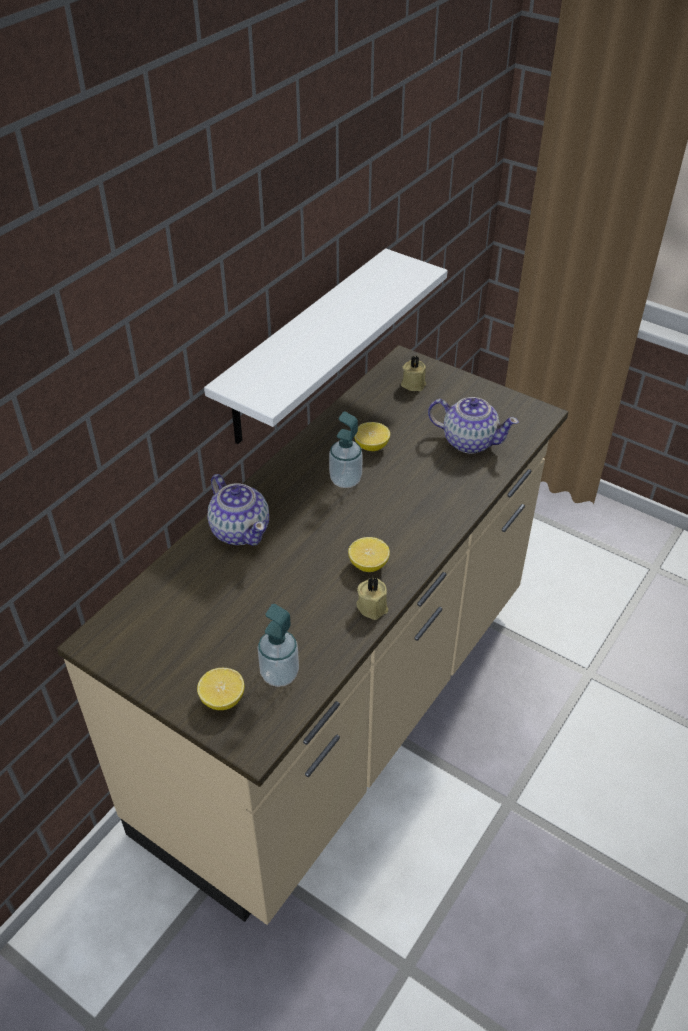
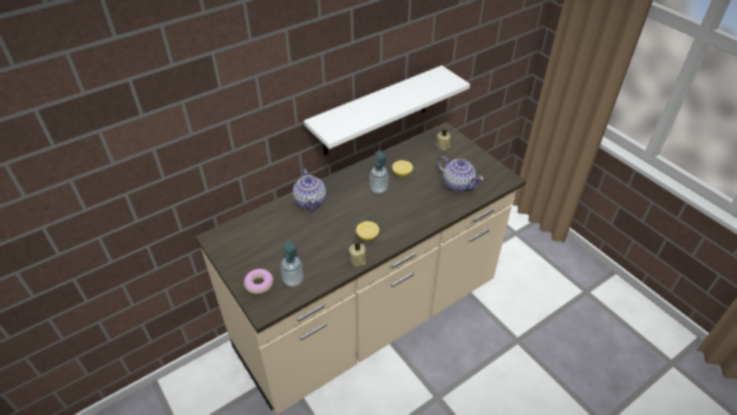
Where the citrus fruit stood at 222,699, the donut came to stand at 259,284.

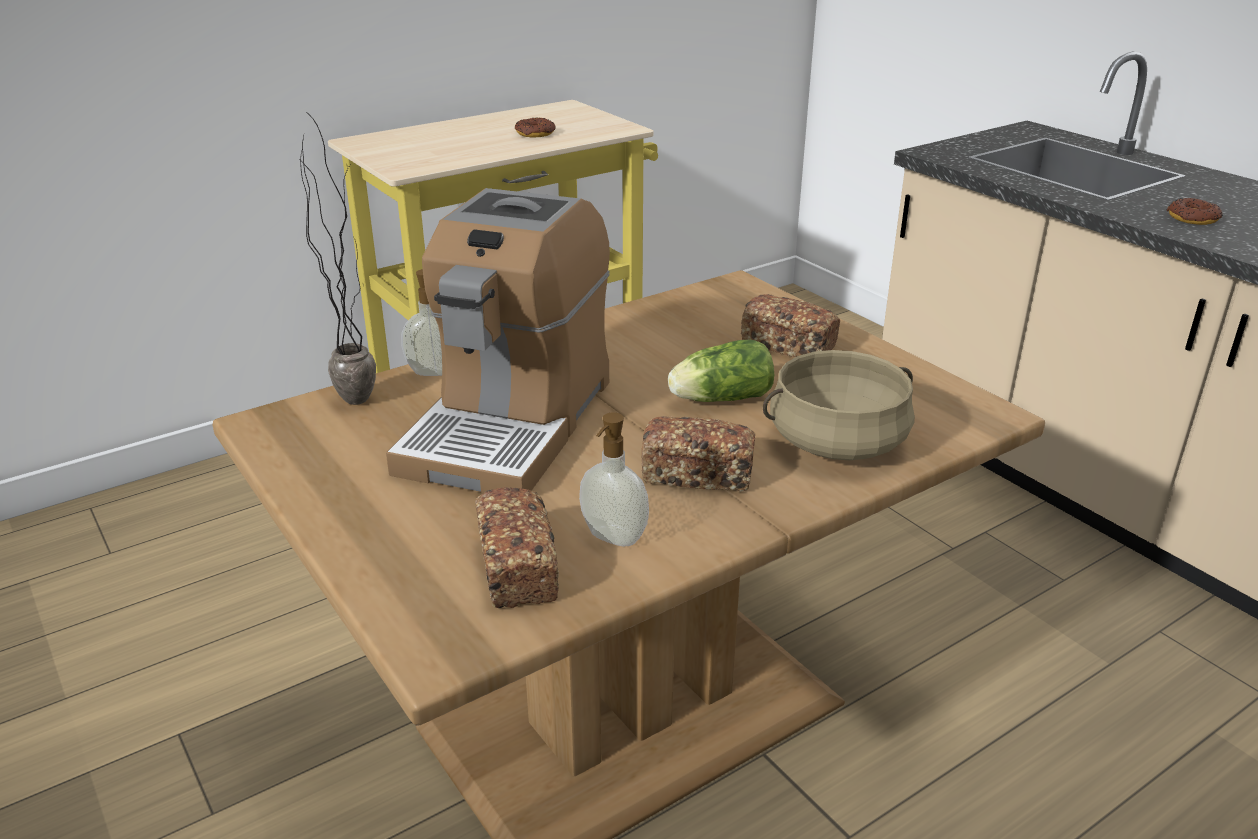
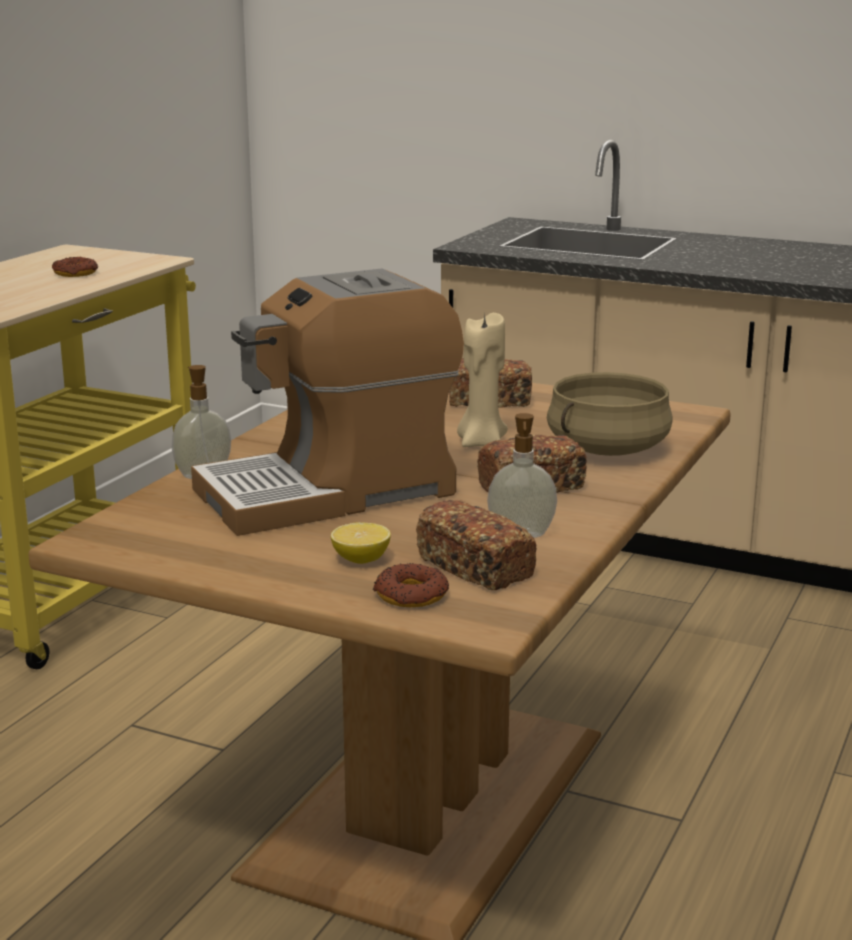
The second view lost the houseplant at 357,393.
The coffee maker at 510,423 ended up facing another way, 75 degrees clockwise from before.
The donut ended up elsewhere, having gone from 1192,218 to 411,595.
Where the head of lettuce stood at 718,399, the beige-coloured wax light came to stand at 481,443.
The second view gained the citrus fruit at 361,560.

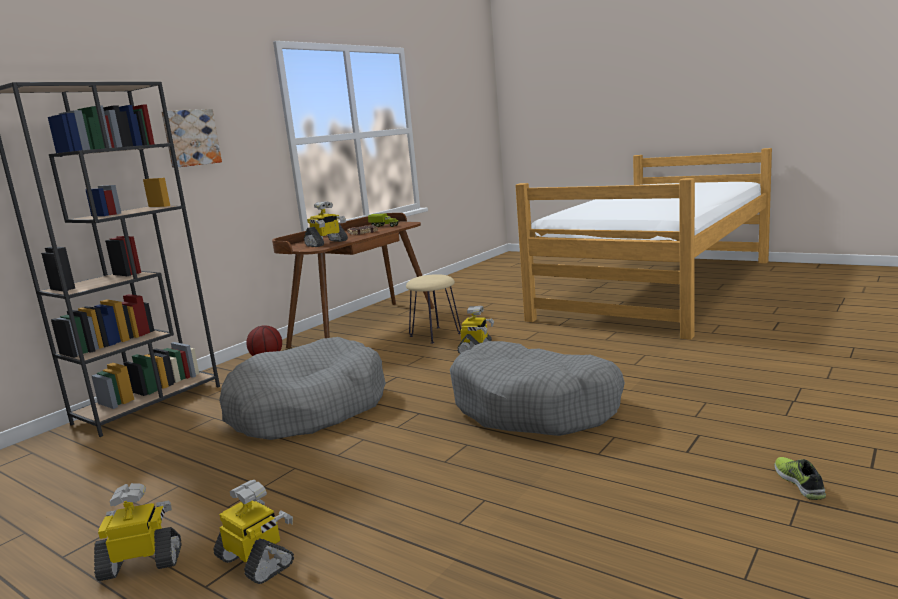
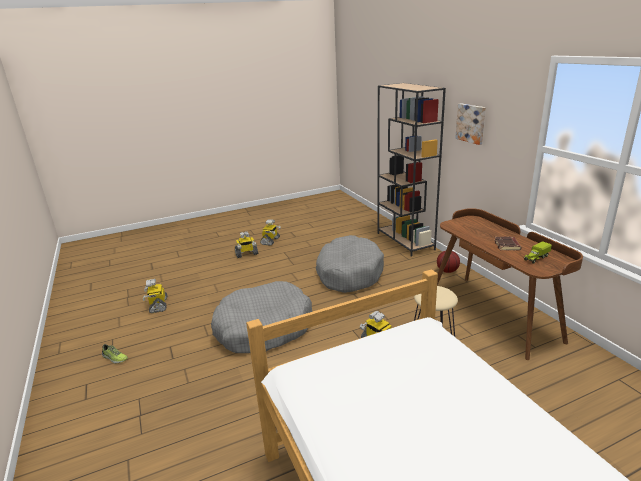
The model robot ended up elsewhere, having gone from 326,243 to 158,305.

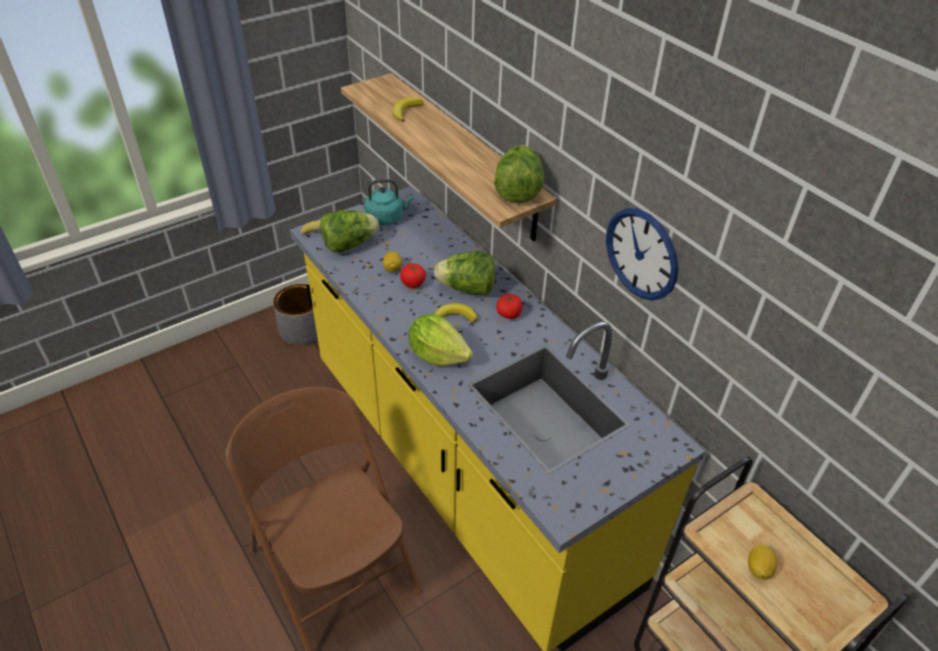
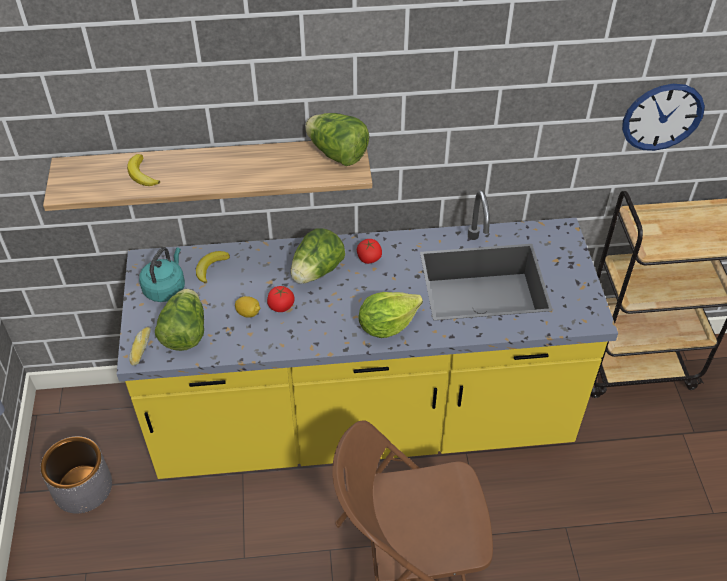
The clock on the wall ended up elsewhere, having gone from 641,254 to 662,117.
The banana ended up elsewhere, having gone from 455,316 to 210,267.
The second view lost the citrus fruit at 758,569.

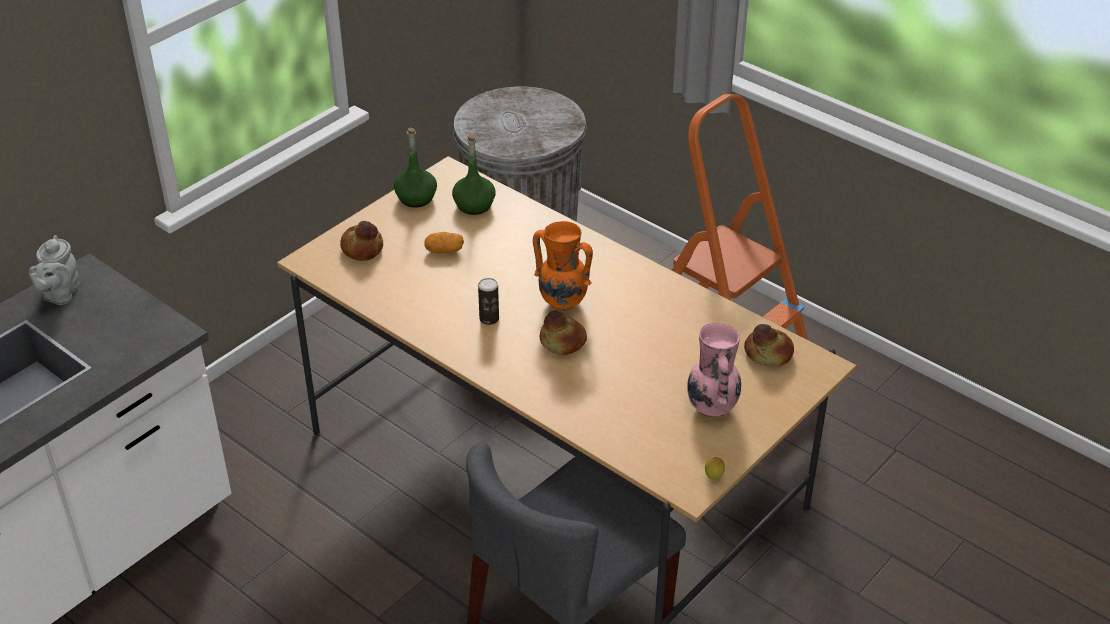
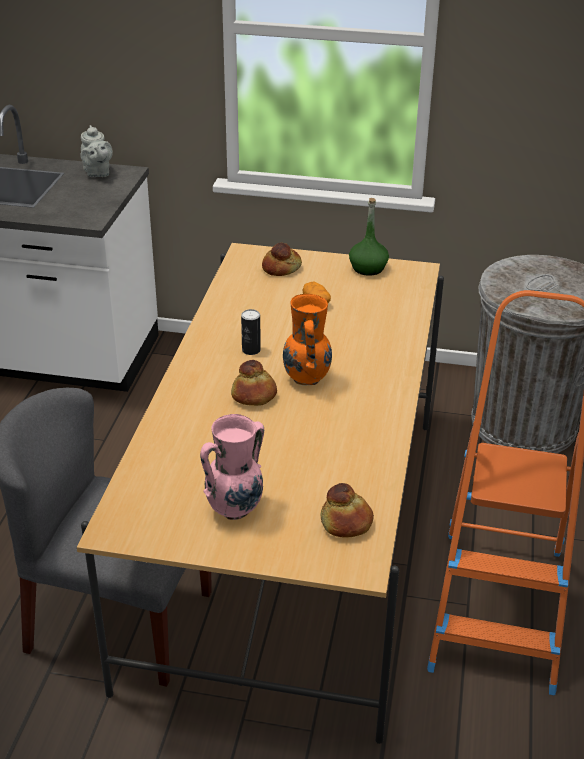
The second view lost the green-coloured drink bottle at 474,205.
The grey tea pot at 59,295 ended up facing another way, 90 degrees counterclockwise from before.
The second view lost the citrus fruit at 713,478.

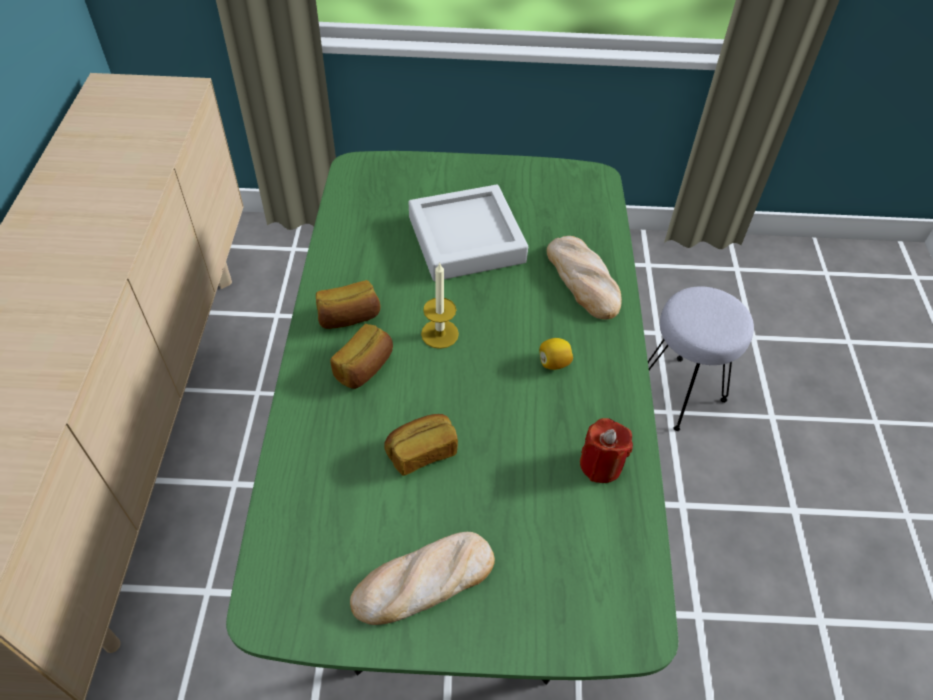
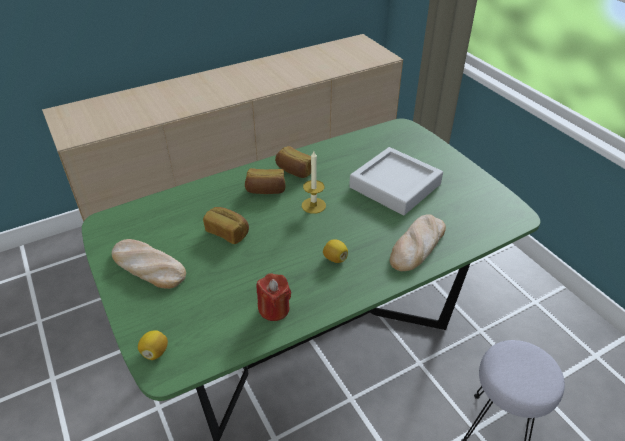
The second view gained the citrus fruit at 155,352.

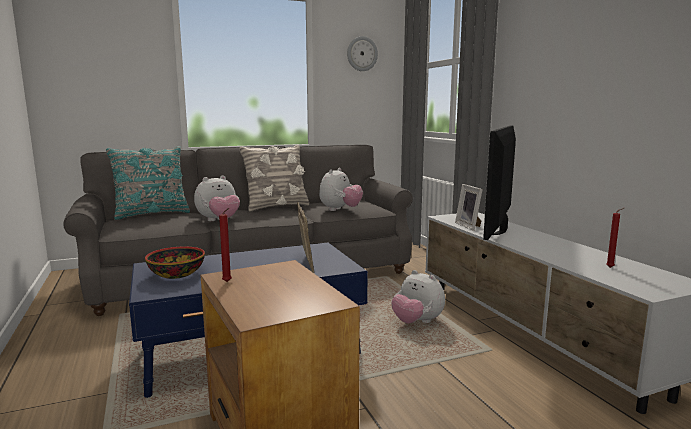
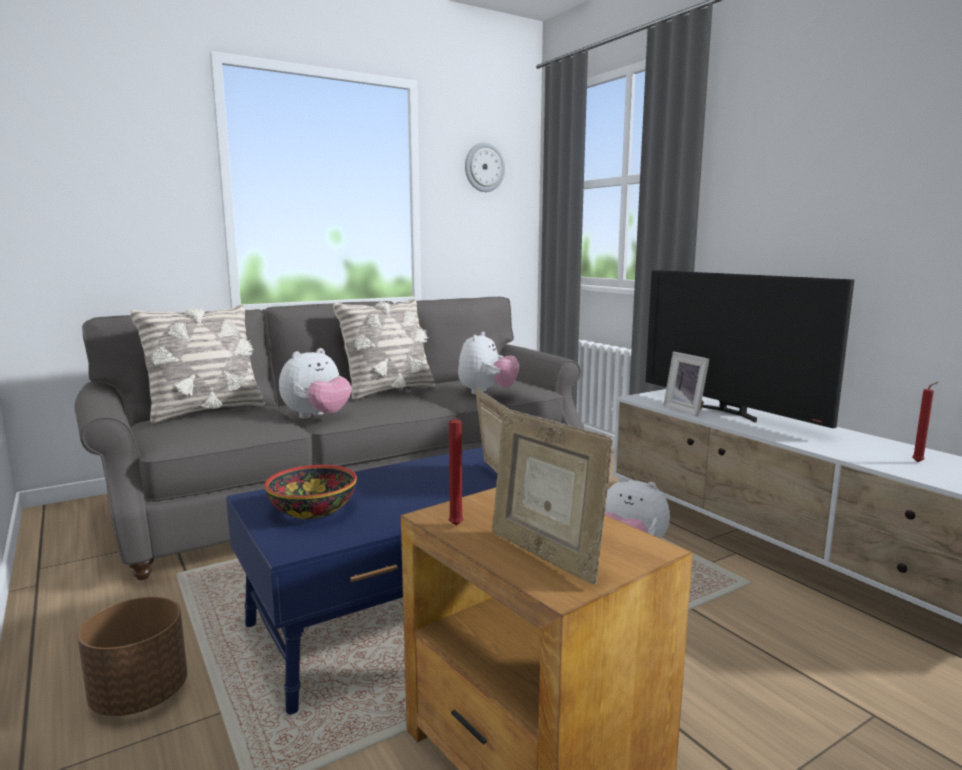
The TV at 499,229 ended up facing another way, 45 degrees counterclockwise from before.
What was the blue-green throw pillow at 152,215 turned into the beige-coloured throw pillow at 206,412.
The second view gained the standing frame at 544,555.
The second view gained the brown-coloured flower pot at 139,696.

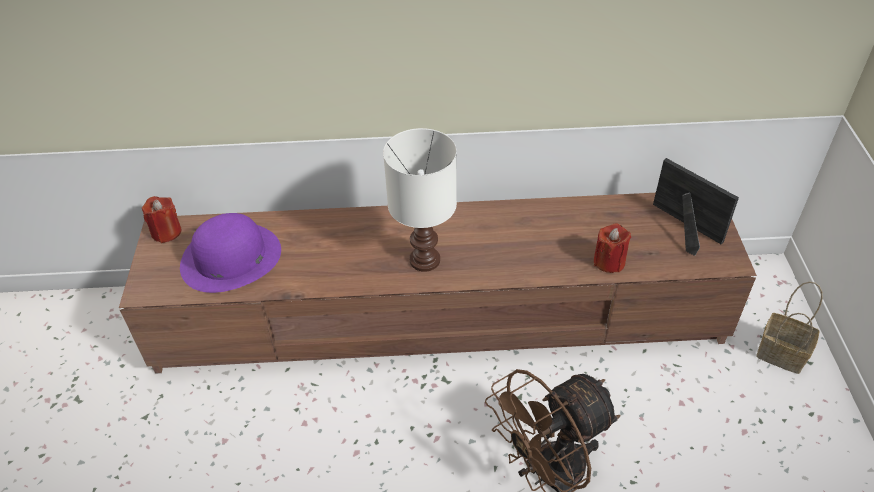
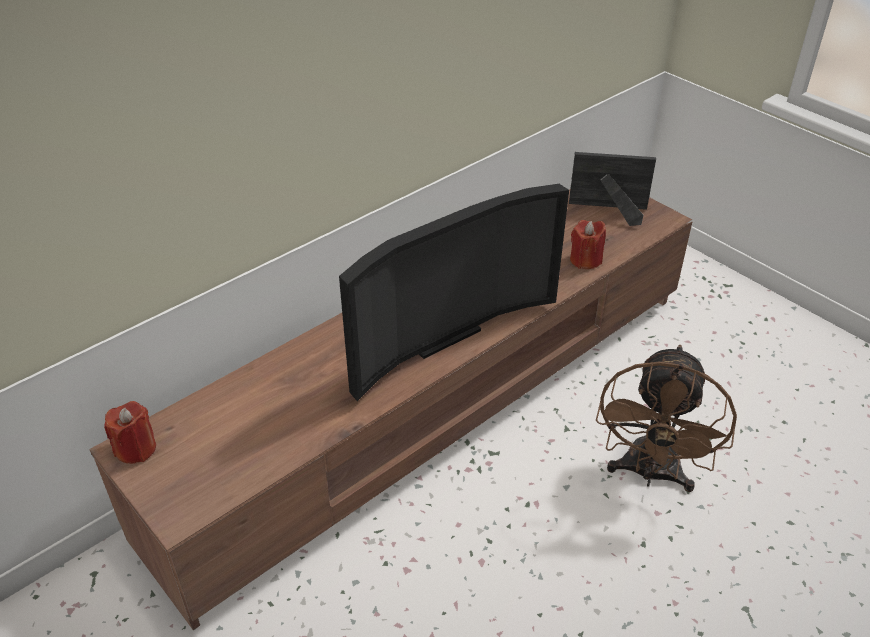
Where the white-coloured lamp for a table stood at 425,259, the TV came to stand at 439,333.
The second view lost the purple-coloured clothing hat at 230,258.
The second view lost the basket at 783,353.

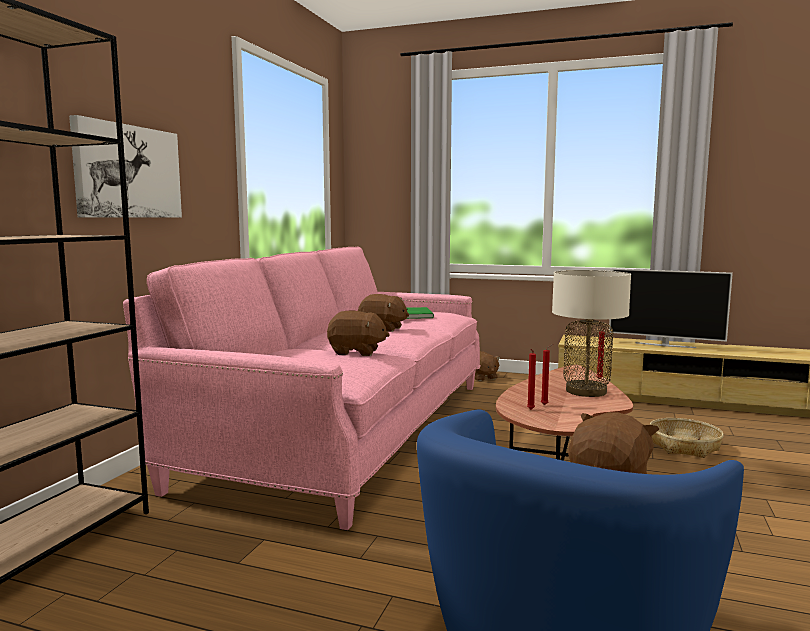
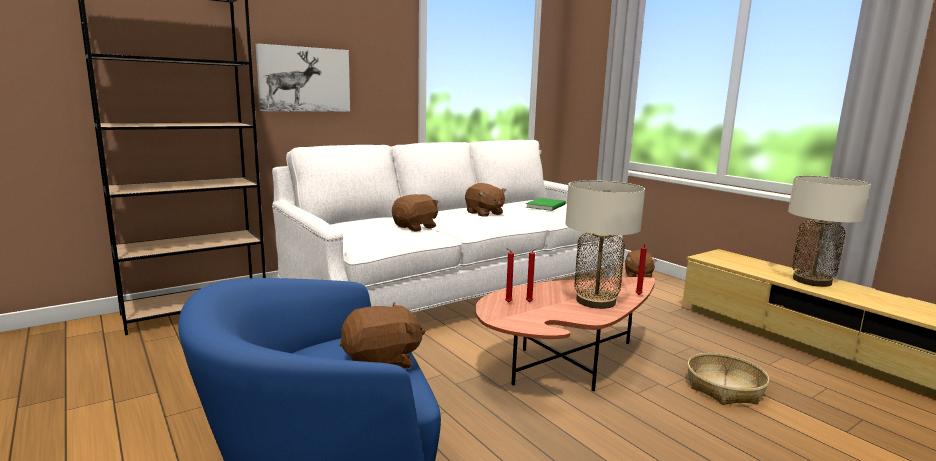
What was the pink-coloured sofa at 347,428 turned into the white-coloured sofa at 456,289.
Where the TV stood at 665,345, the lamp for a table came to stand at 812,281.
The brown-coloured soft toy at 356,352 ended up facing another way, 90 degrees counterclockwise from before.

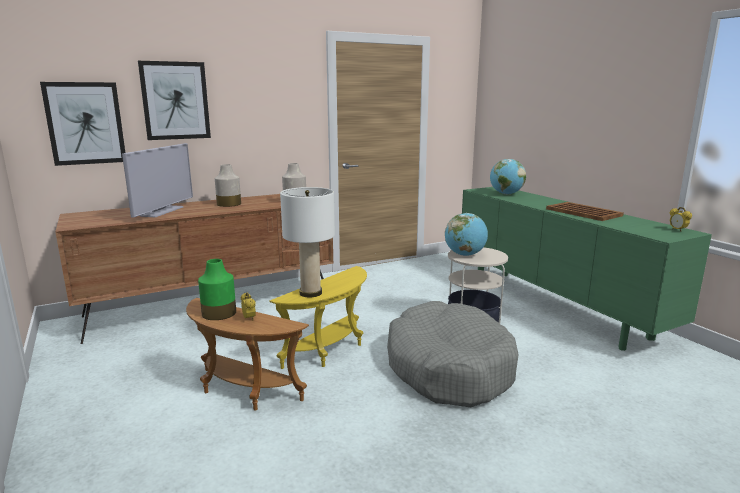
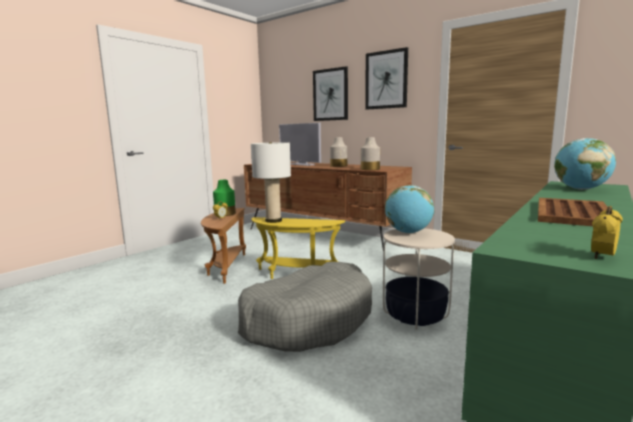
The picture ended up elsewhere, having gone from 85,123 to 386,80.
The TV at 162,211 ended up facing another way, 60 degrees clockwise from before.

